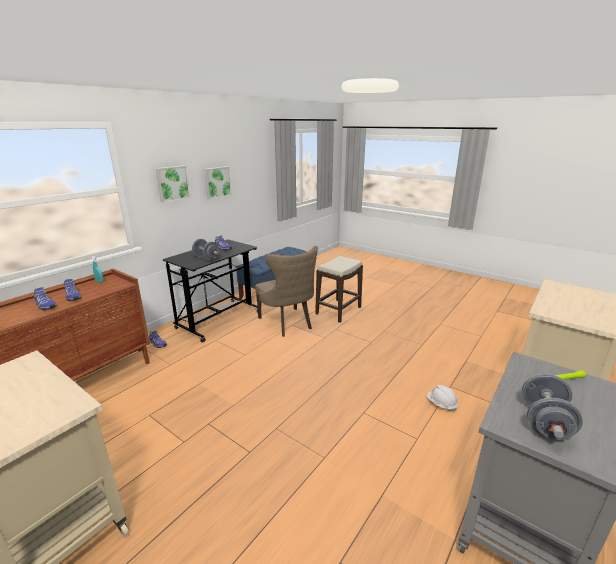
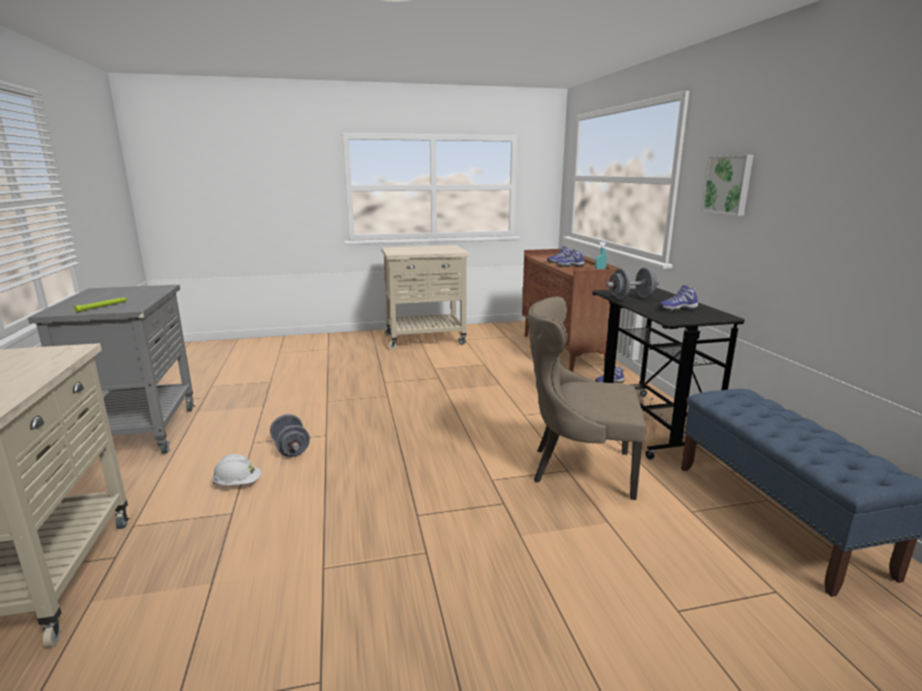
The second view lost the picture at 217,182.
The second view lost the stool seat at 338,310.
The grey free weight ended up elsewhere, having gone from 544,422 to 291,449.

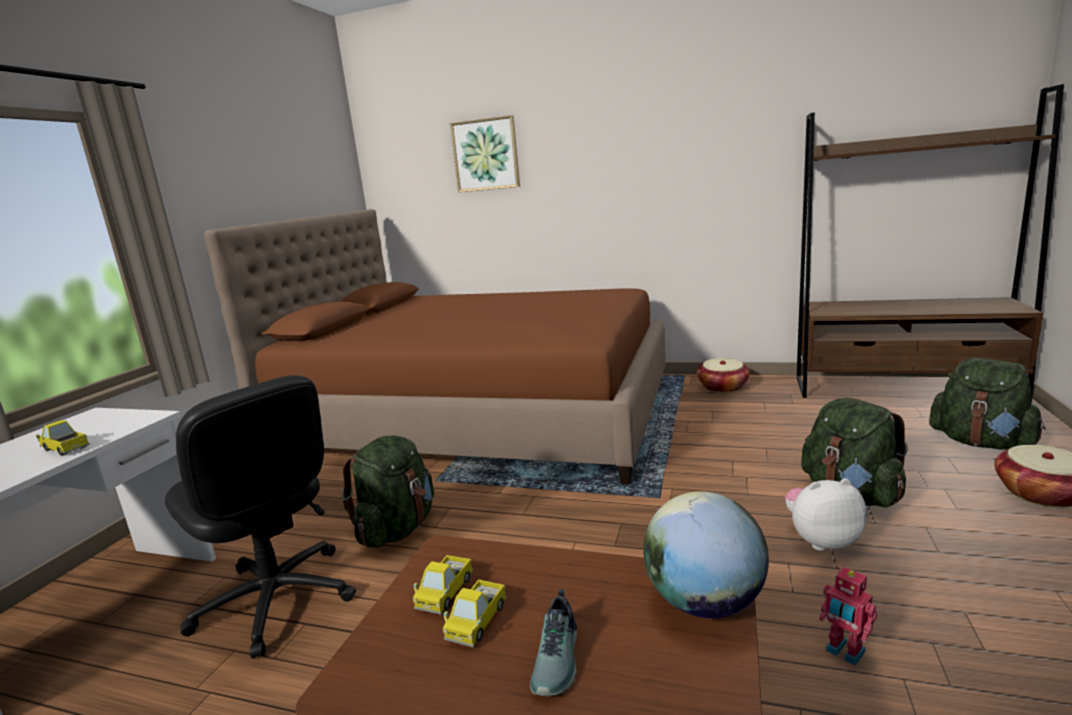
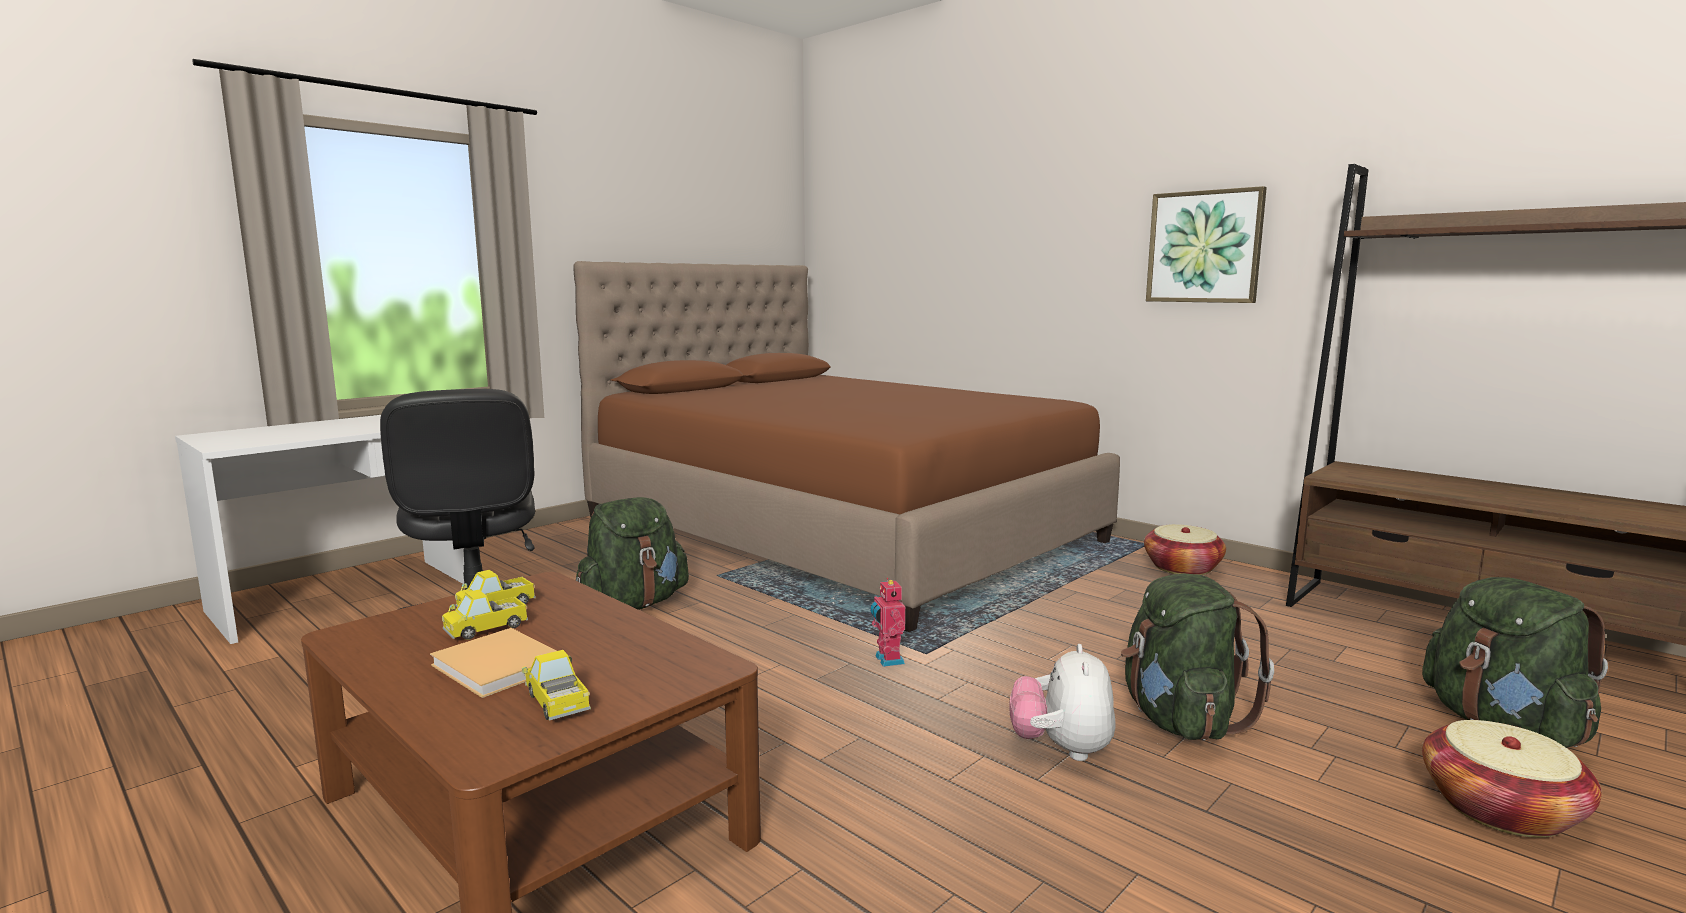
The picture ended up elsewhere, having gone from 486,155 to 1204,247.
The toy lorry ended up elsewhere, having gone from 66,448 to 557,702.
The soft toy at 821,540 ended up facing another way, 105 degrees counterclockwise from before.
The second view lost the desk globe at 704,603.
The model robot ended up elsewhere, having gone from 844,652 to 887,660.
Where the shoe stood at 559,659, the beige-coloured book came to stand at 500,667.

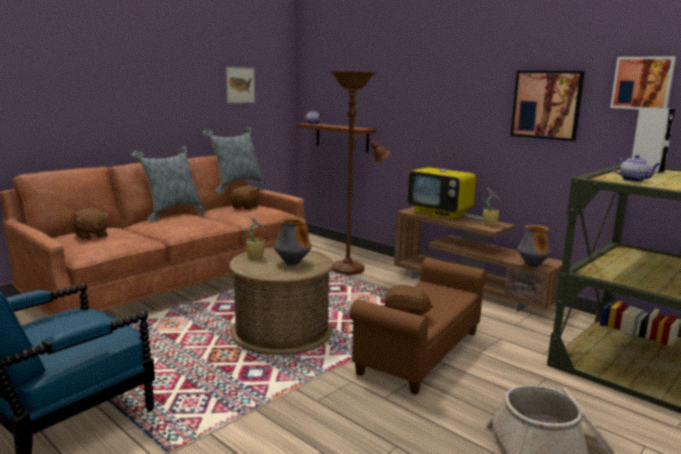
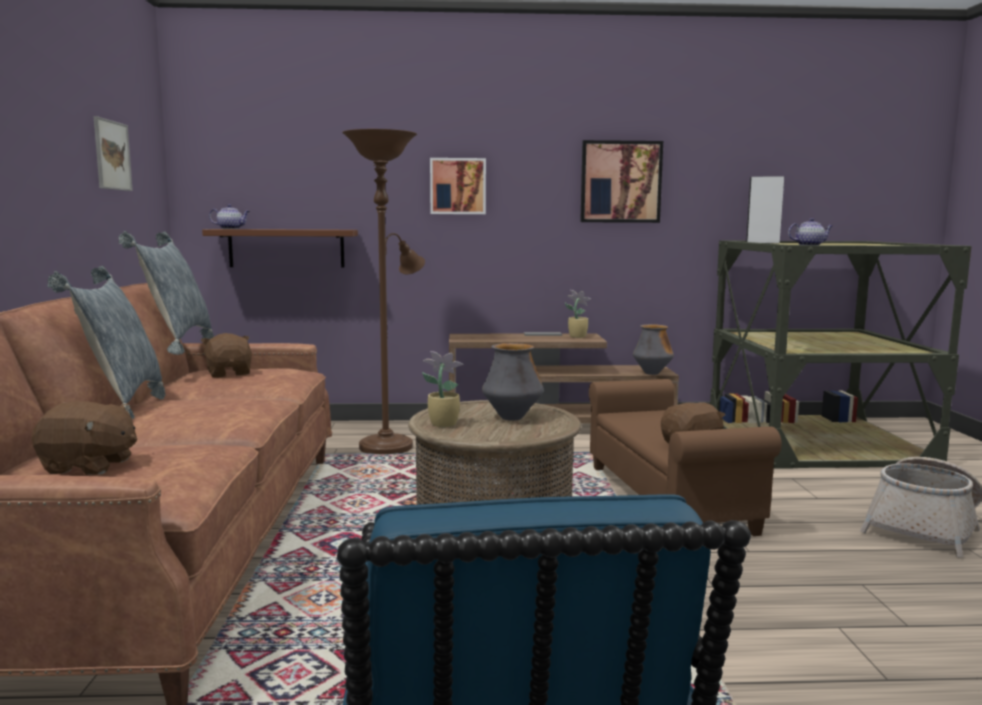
The picture ended up elsewhere, having gone from 642,83 to 458,186.
The second view lost the TV at 440,214.

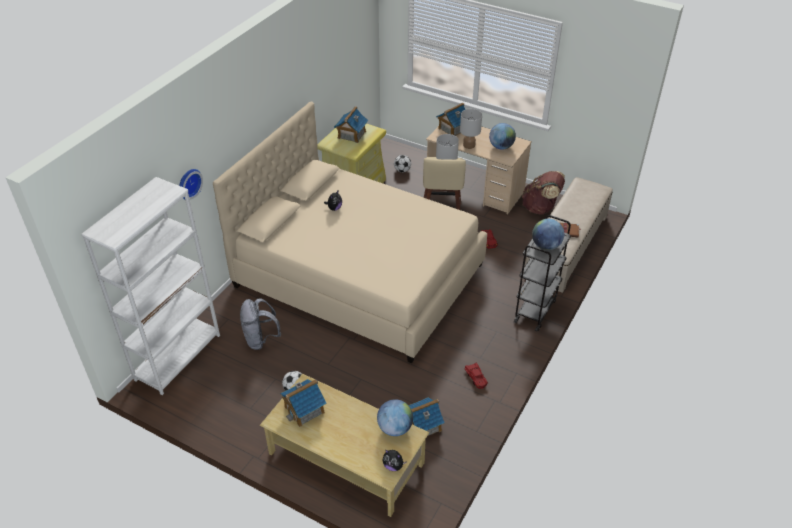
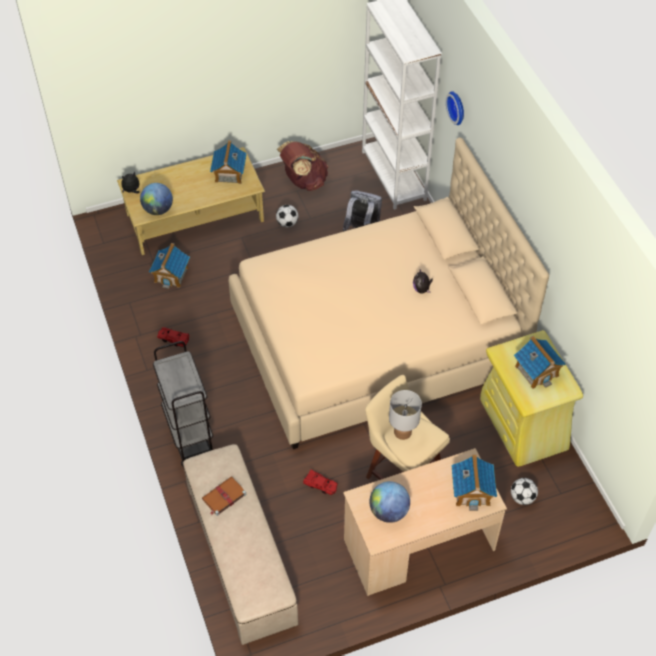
The second view lost the grey lamp for a table at 469,145.
The brown-coloured backpack ended up elsewhere, having gone from 540,208 to 303,181.
The second view lost the desk globe at 546,246.

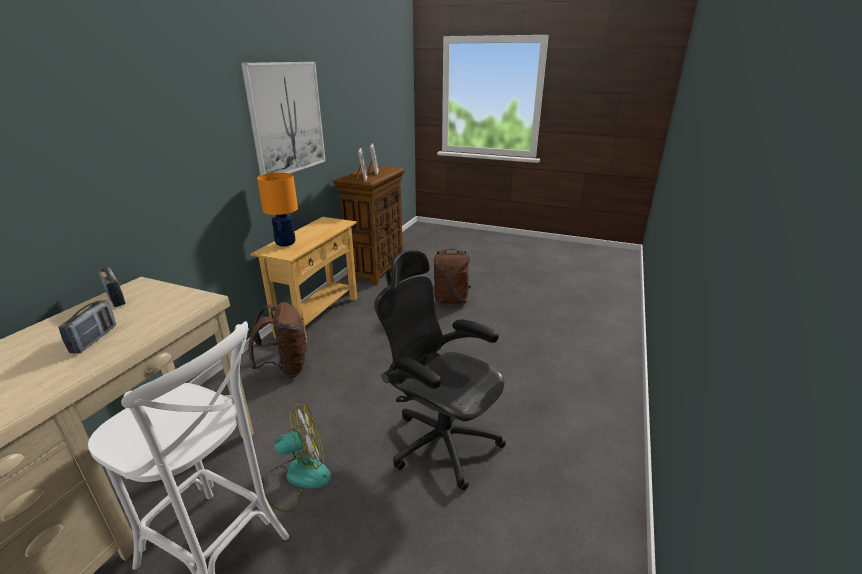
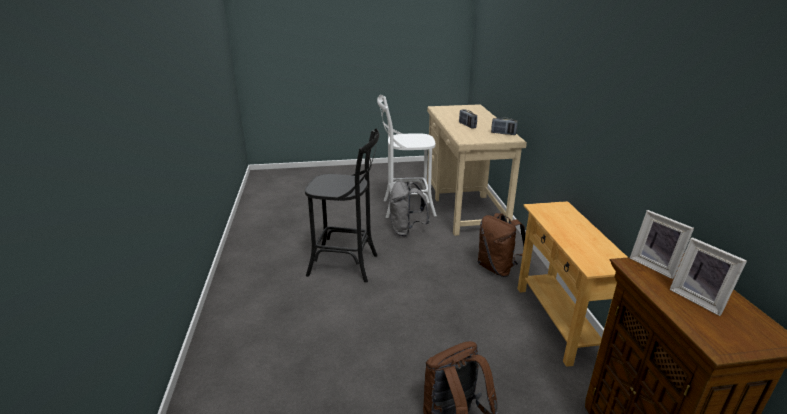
The second view lost the picture at 287,119.
The second view lost the orangey lamp for a table at 286,244.
Where the computer chair stood at 440,440, the black stool seat came to stand at 346,266.
Where the fan stood at 297,477, the grey backpack came to stand at 406,230.

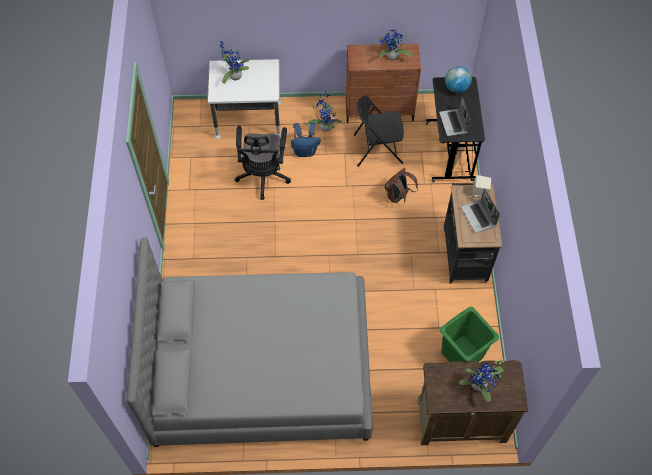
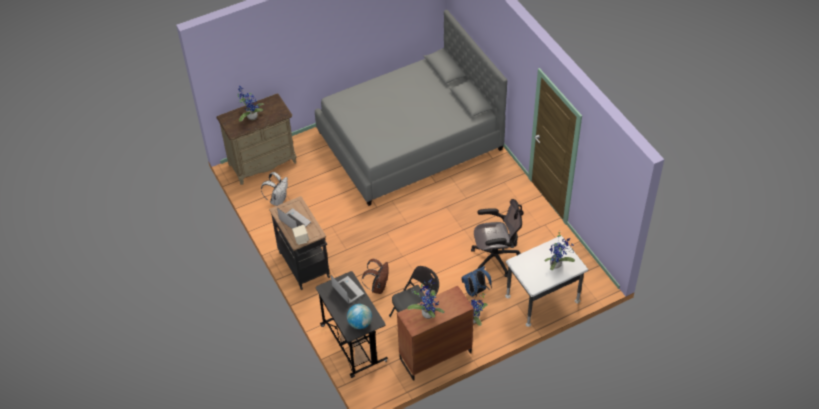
The computer chair at 264,176 ended up facing another way, 105 degrees clockwise from before.
Where the green-coloured washing basket stood at 462,354, the white-coloured backpack came to stand at 278,200.

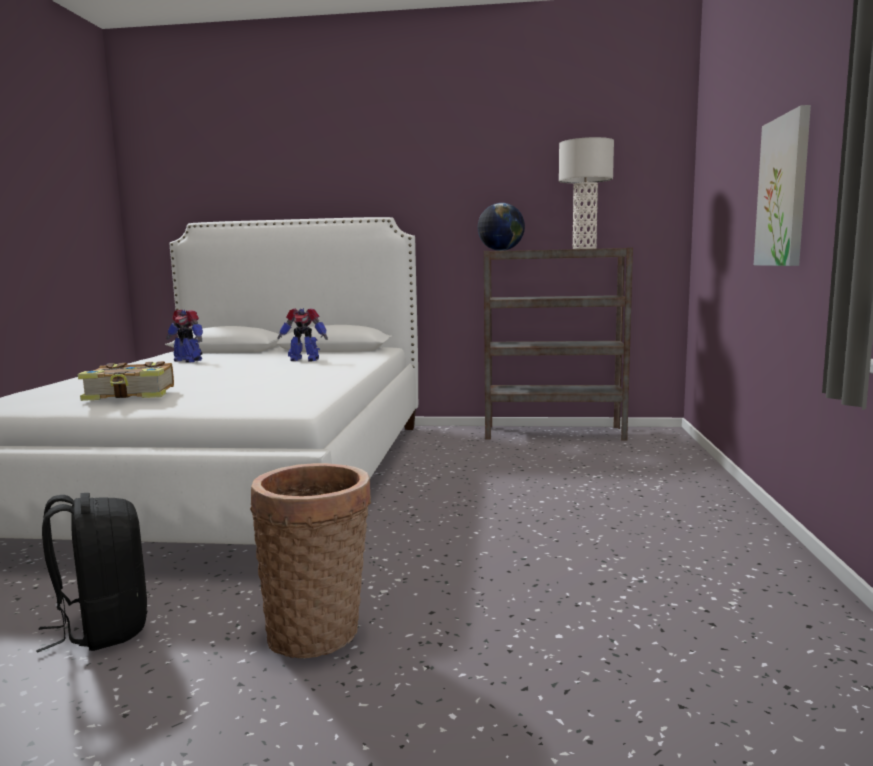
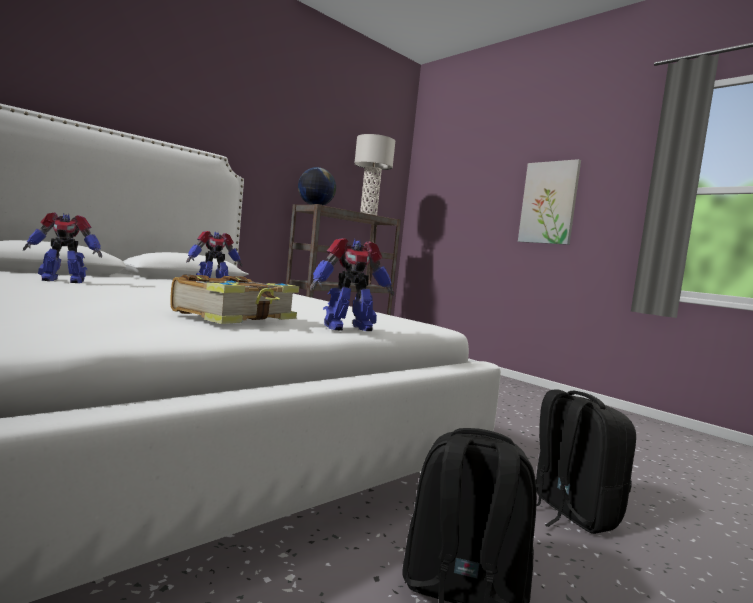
Where the basket stood at 319,631, the black backpack came to stand at 570,513.
The second view gained the model robot at 347,328.

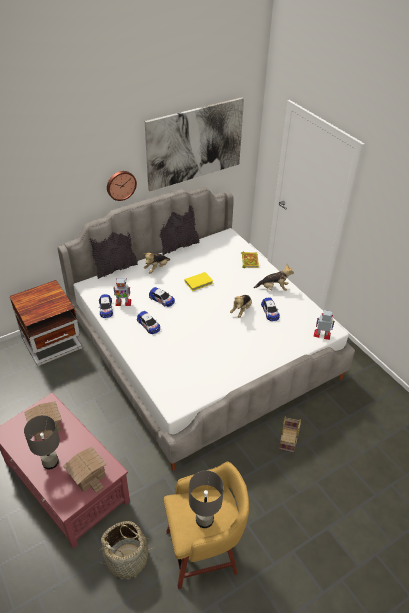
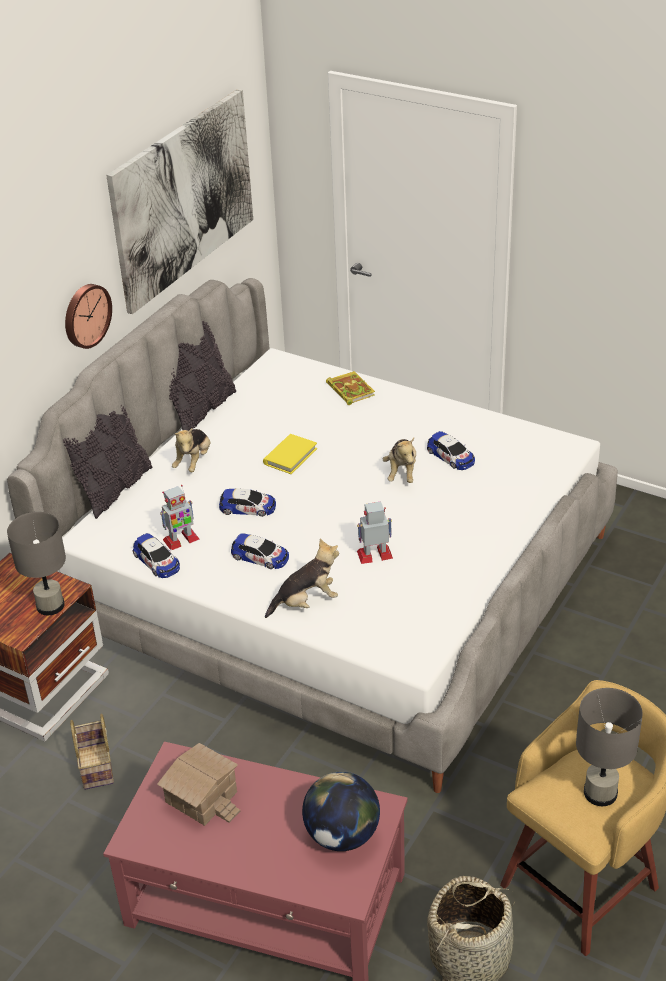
The soft toy ended up elsewhere, having gone from 273,288 to 306,602.
The model robot ended up elsewhere, having gone from 322,334 to 375,554.
The grey lamp for a table ended up elsewhere, having gone from 50,461 to 50,605.
The basket ended up elsewhere, having gone from 288,440 to 97,766.
Where the model house stood at 86,475, the desk globe came to stand at 342,835.

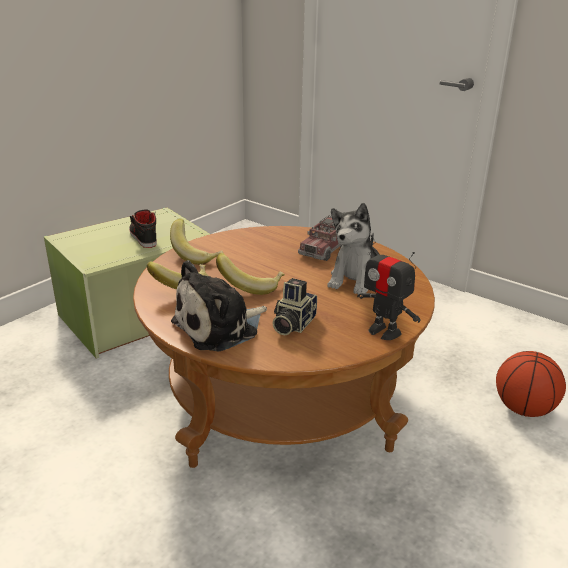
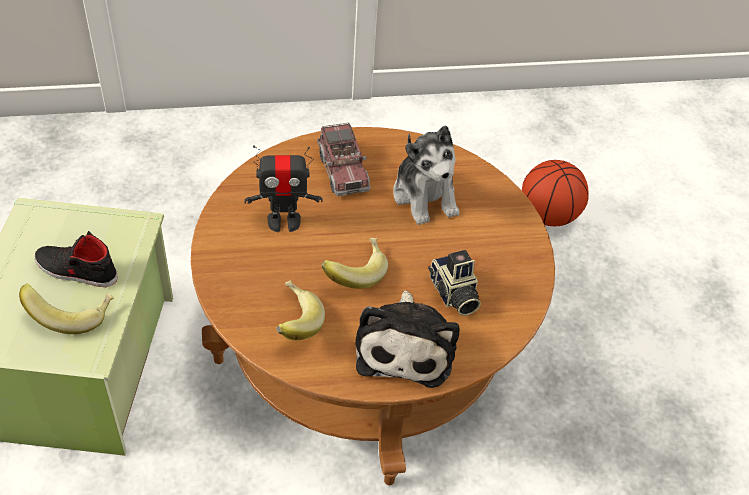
The banana ended up elsewhere, having gone from 197,255 to 72,314.
The model robot ended up elsewhere, having gone from 384,331 to 284,221.

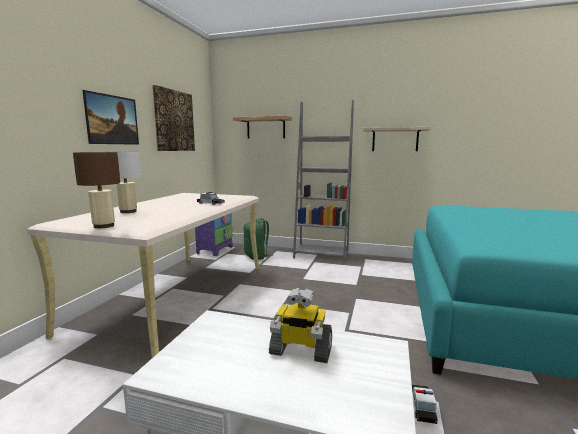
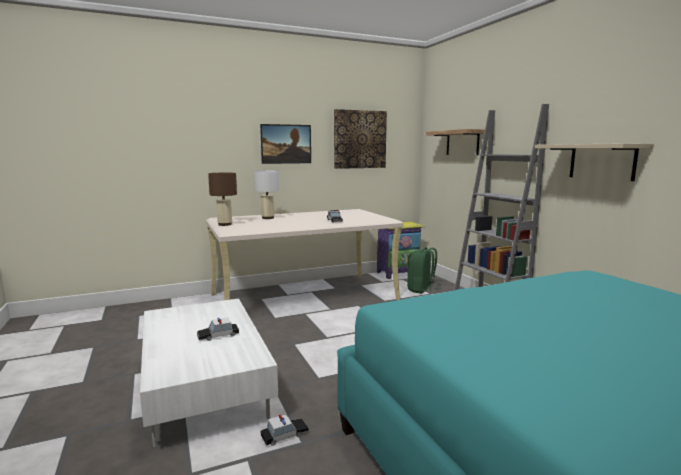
Where the model robot stood at 300,351, the toy car came to stand at 218,335.

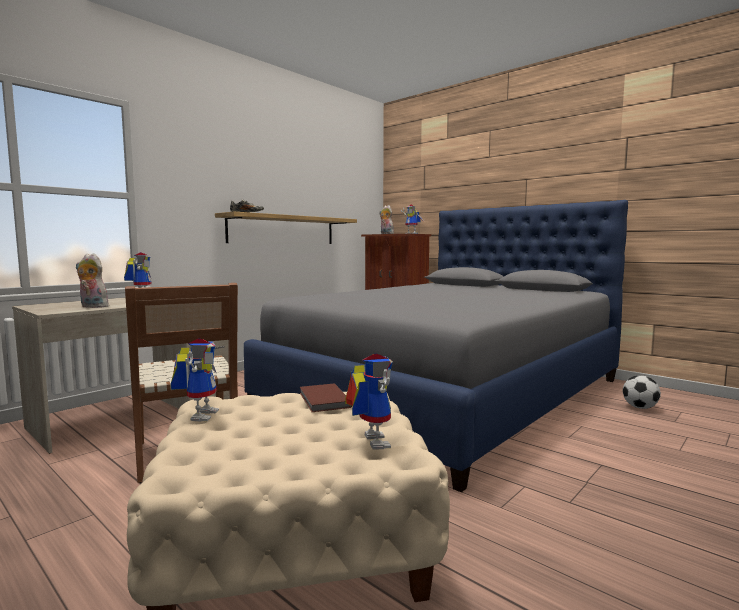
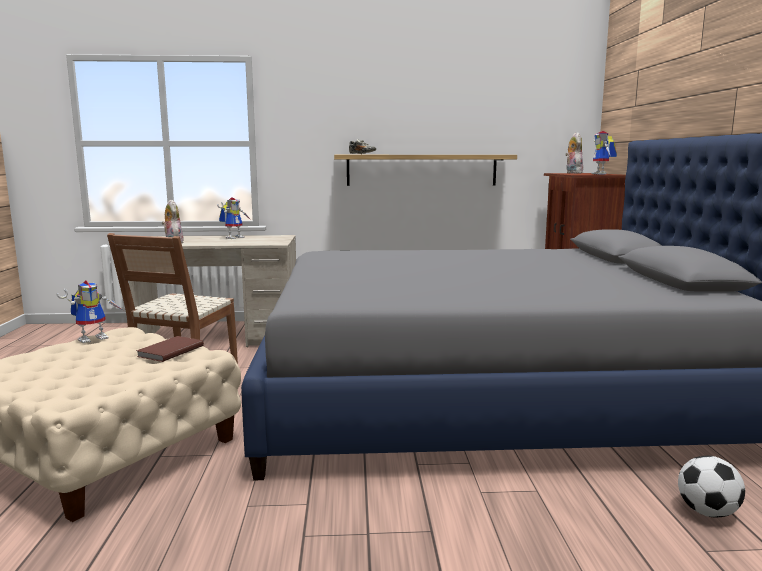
The second view lost the model robot at 369,441.

